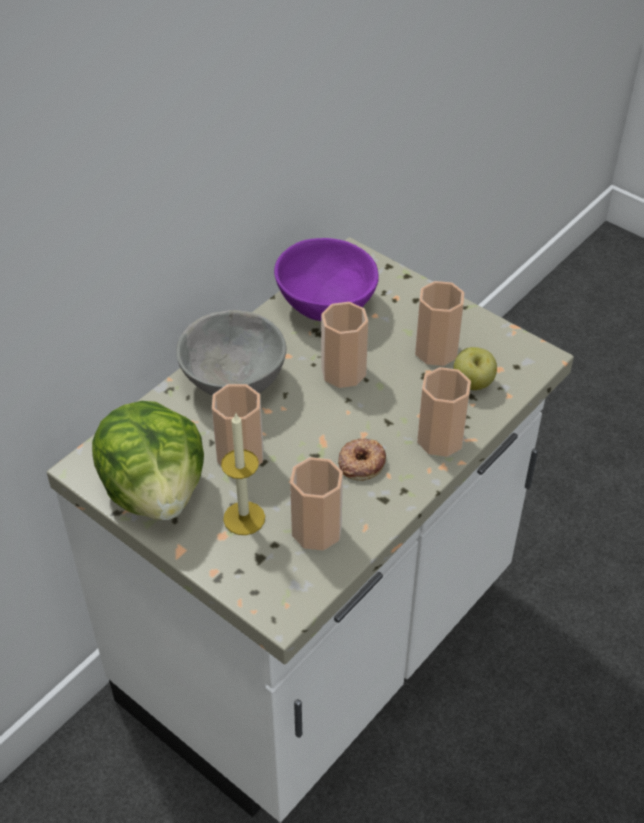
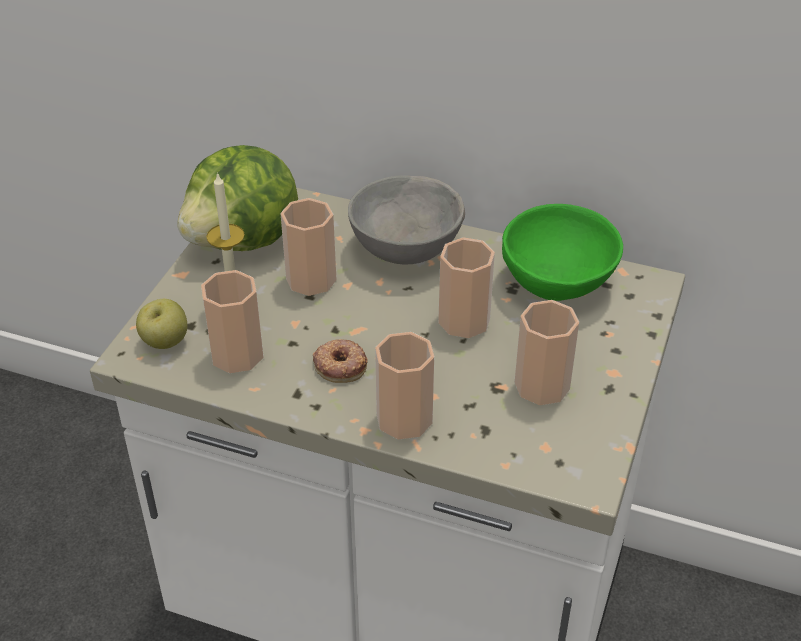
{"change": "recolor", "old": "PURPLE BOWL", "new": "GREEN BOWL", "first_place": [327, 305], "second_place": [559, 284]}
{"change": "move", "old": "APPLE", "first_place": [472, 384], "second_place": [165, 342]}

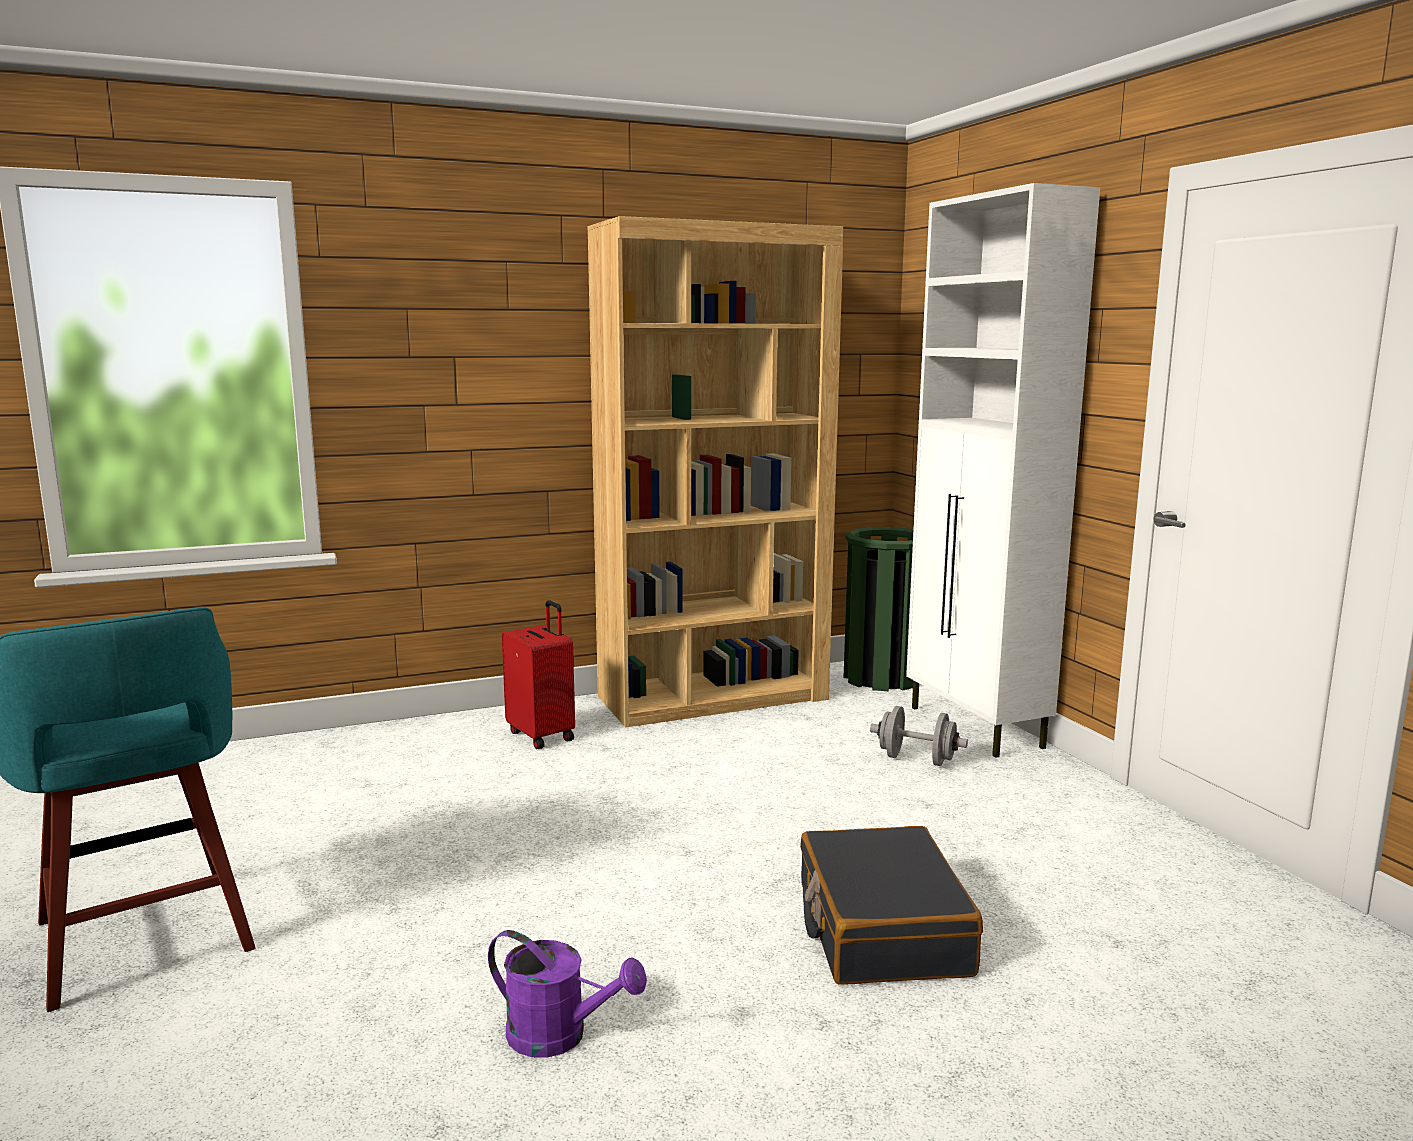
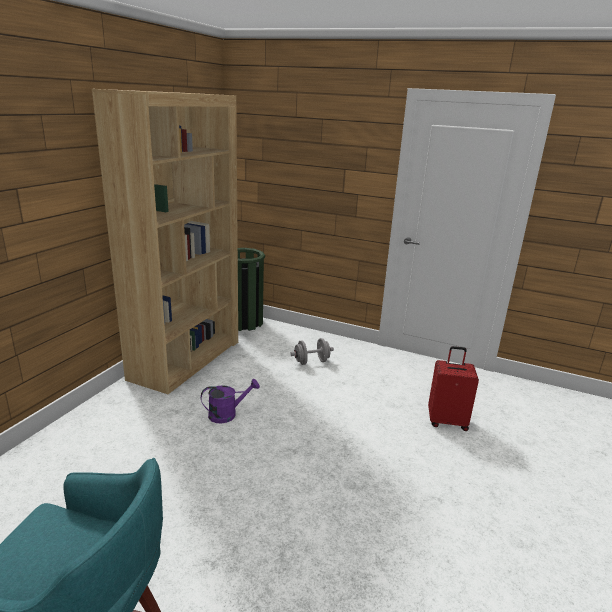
{"change": "delete", "old": "WHITE CABINET", "first_place": [976, 728]}
{"change": "move", "old": "RED SUITCASE", "first_place": [542, 735], "second_place": [447, 421]}
{"change": "delete", "old": "BLACK SUITCASE", "first_place": [881, 929]}
{"change": "move", "old": "PURPLE WATERING CAN", "first_place": [560, 1036], "second_place": [227, 414]}

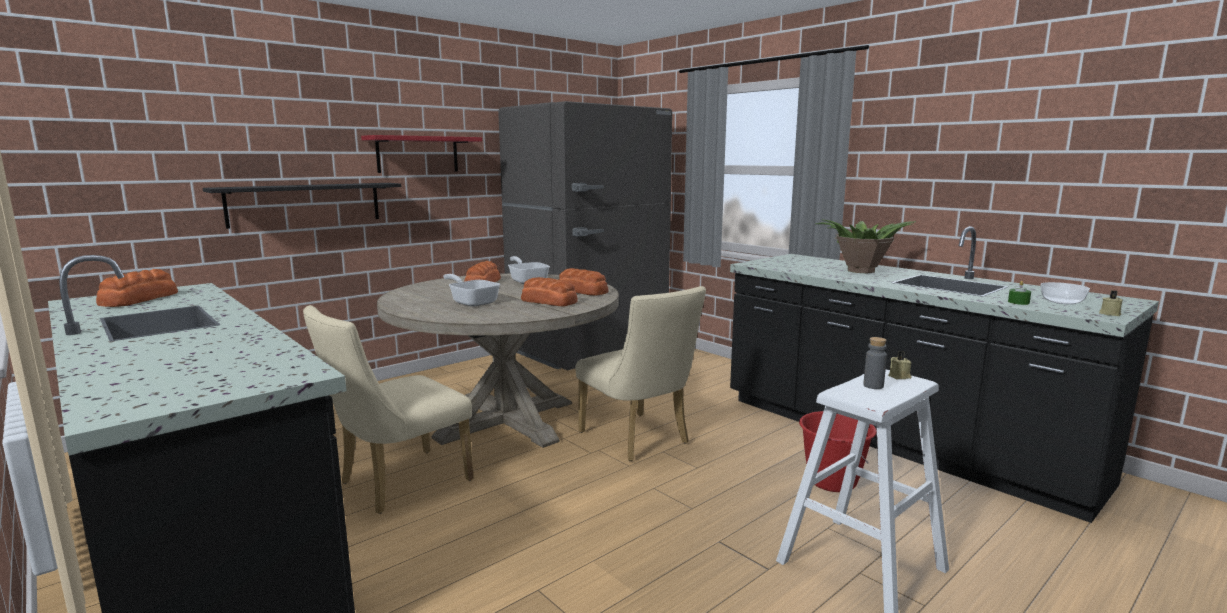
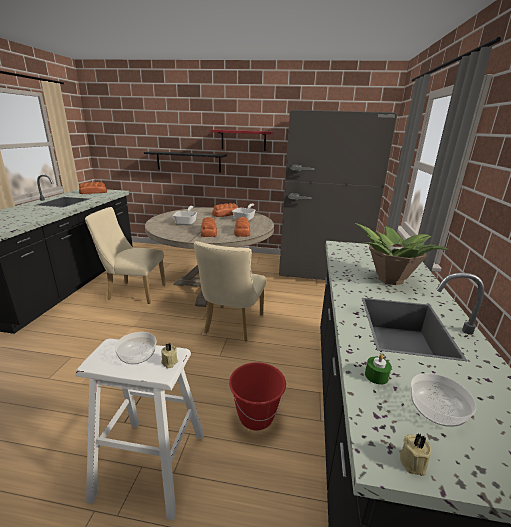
{"change": "replace", "old": "GREY BOTTLE", "new": "BOWL", "first_place": [873, 386], "second_place": [137, 355]}

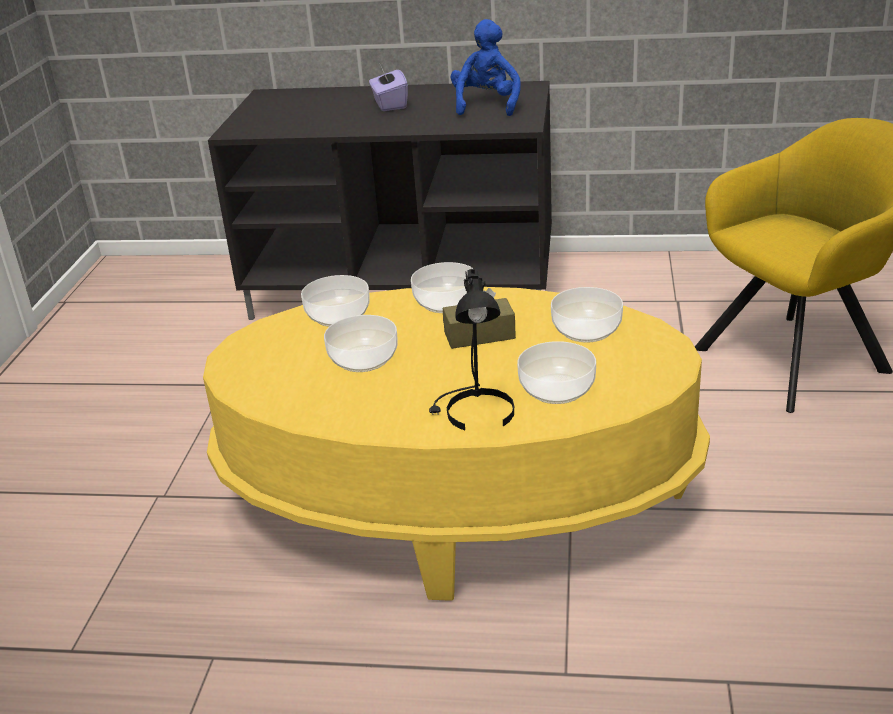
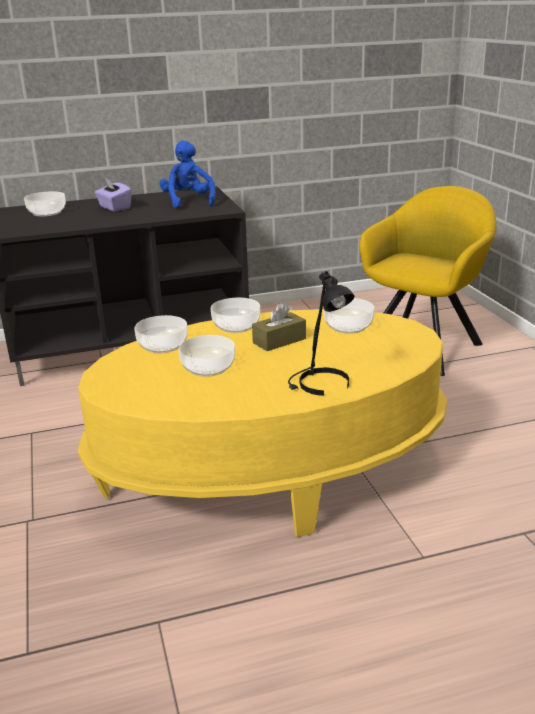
{"change": "move", "old": "BOWL", "first_place": [557, 389], "second_place": [47, 212]}

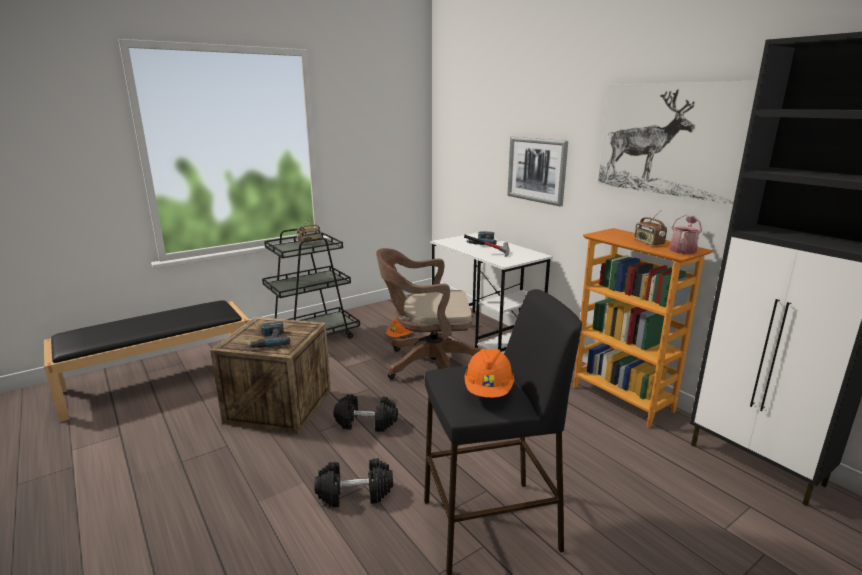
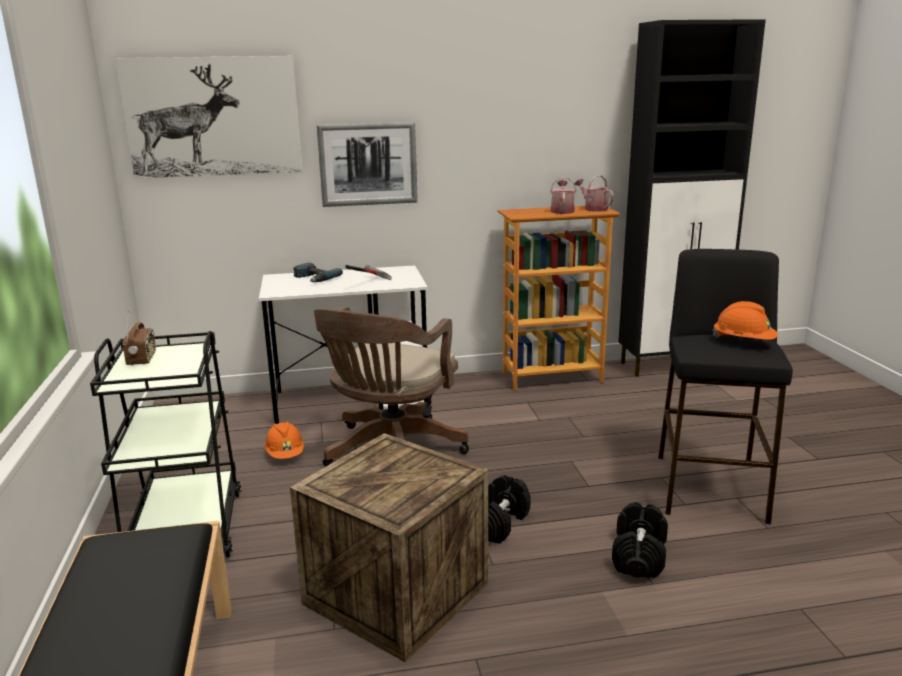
{"change": "move", "old": "PICTURE", "first_place": [671, 139], "second_place": [213, 117]}
{"change": "replace", "old": "RADIO", "new": "WATERING CAN", "first_place": [648, 242], "second_place": [562, 211]}
{"change": "delete", "old": "POWER DRILL", "first_place": [269, 340]}

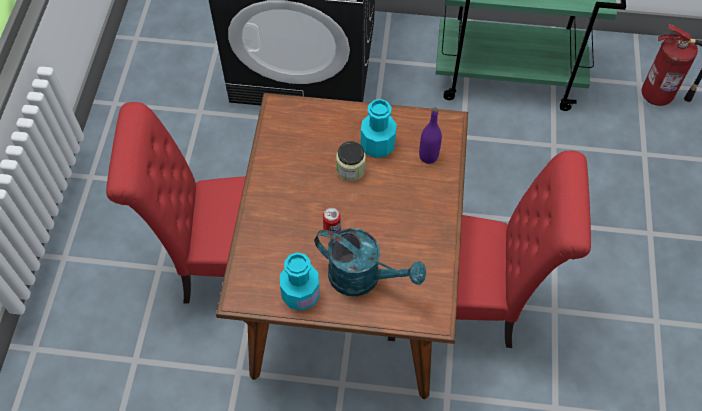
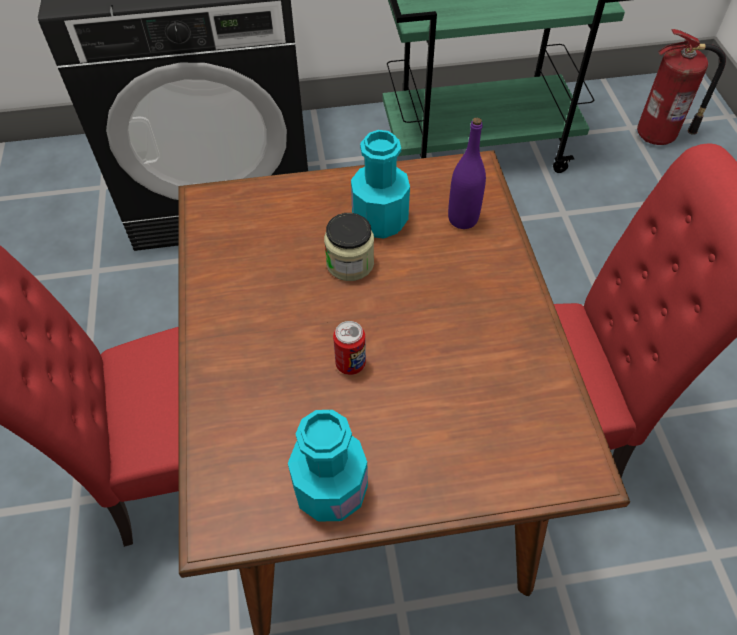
{"change": "delete", "old": "TURQUOISE WATERING CAN", "first_place": [363, 278]}

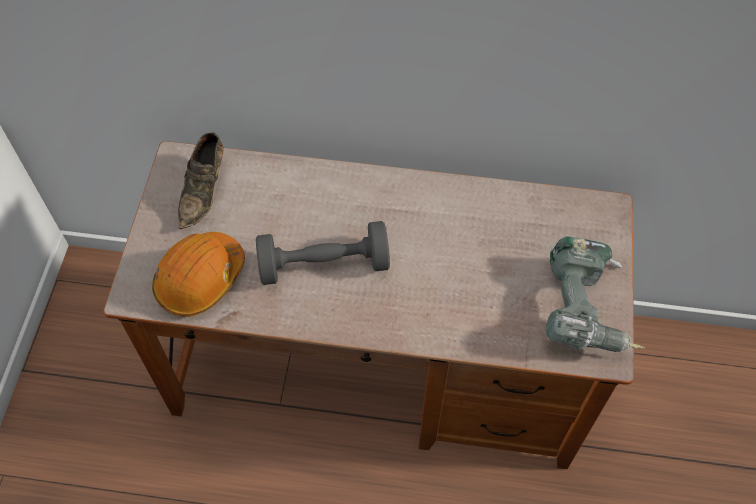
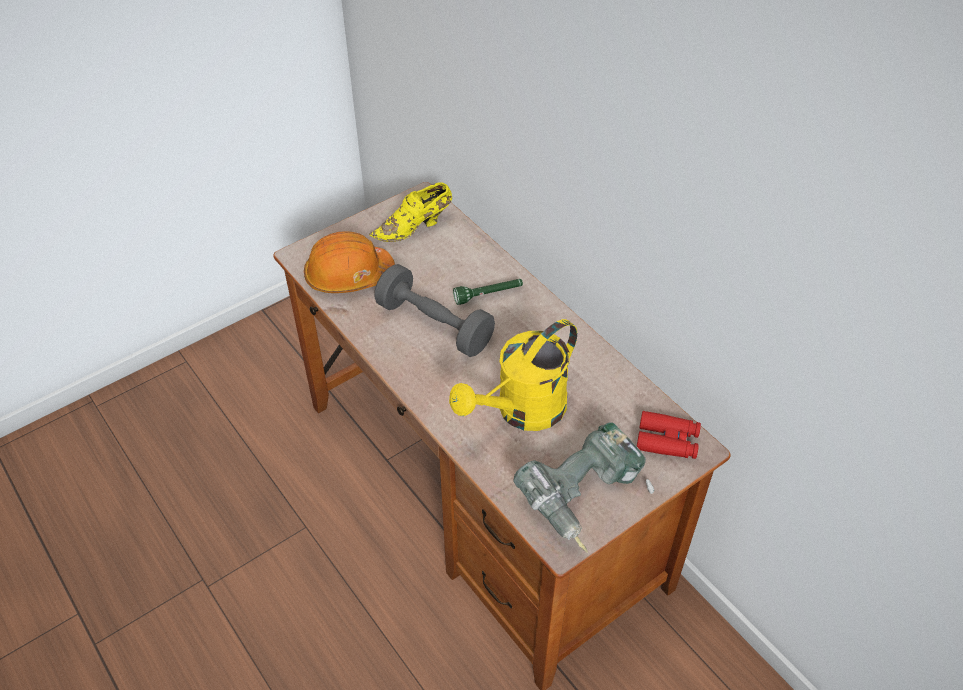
{"change": "recolor", "old": "BROWN SHOE", "new": "YELLOW SHOE", "first_place": [204, 191], "second_place": [415, 228]}
{"change": "insert", "new": "GREEN FLASHLIGHT", "second_place": [488, 295]}
{"change": "insert", "new": "YELLOW WATERING CAN", "second_place": [522, 412]}
{"change": "insert", "new": "RED BINOCULARS", "second_place": [667, 440]}

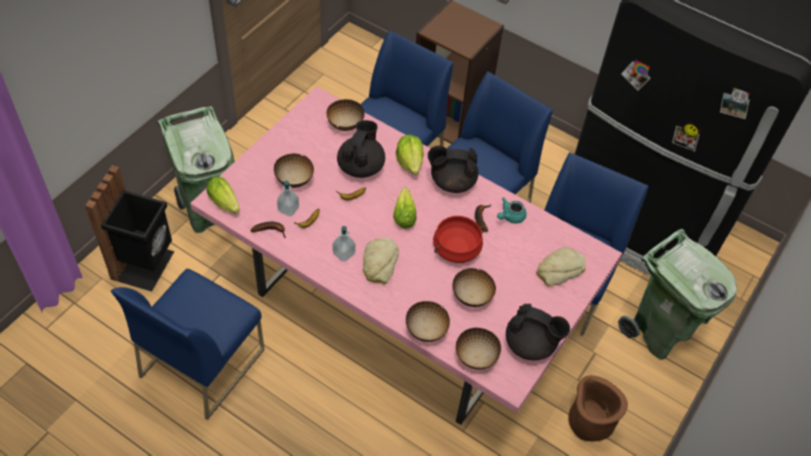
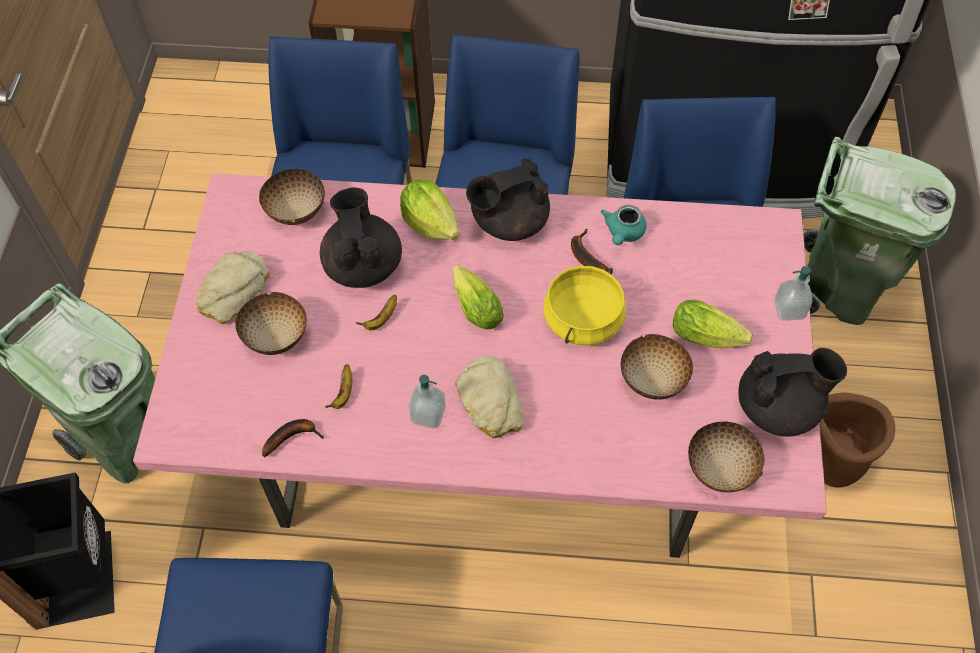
{"change": "move", "old": "LETTUCE", "first_place": [225, 203], "second_place": [710, 337]}
{"change": "move", "old": "SOAP DISPENSER", "first_place": [288, 209], "second_place": [789, 309]}
{"change": "recolor", "old": "RED COOKING POT", "new": "YELLOW COOKING POT", "first_place": [456, 249], "second_place": [583, 320]}
{"change": "move", "old": "BREAD", "first_place": [559, 270], "second_place": [232, 291]}
{"change": "delete", "old": "BOWL", "first_place": [426, 331]}

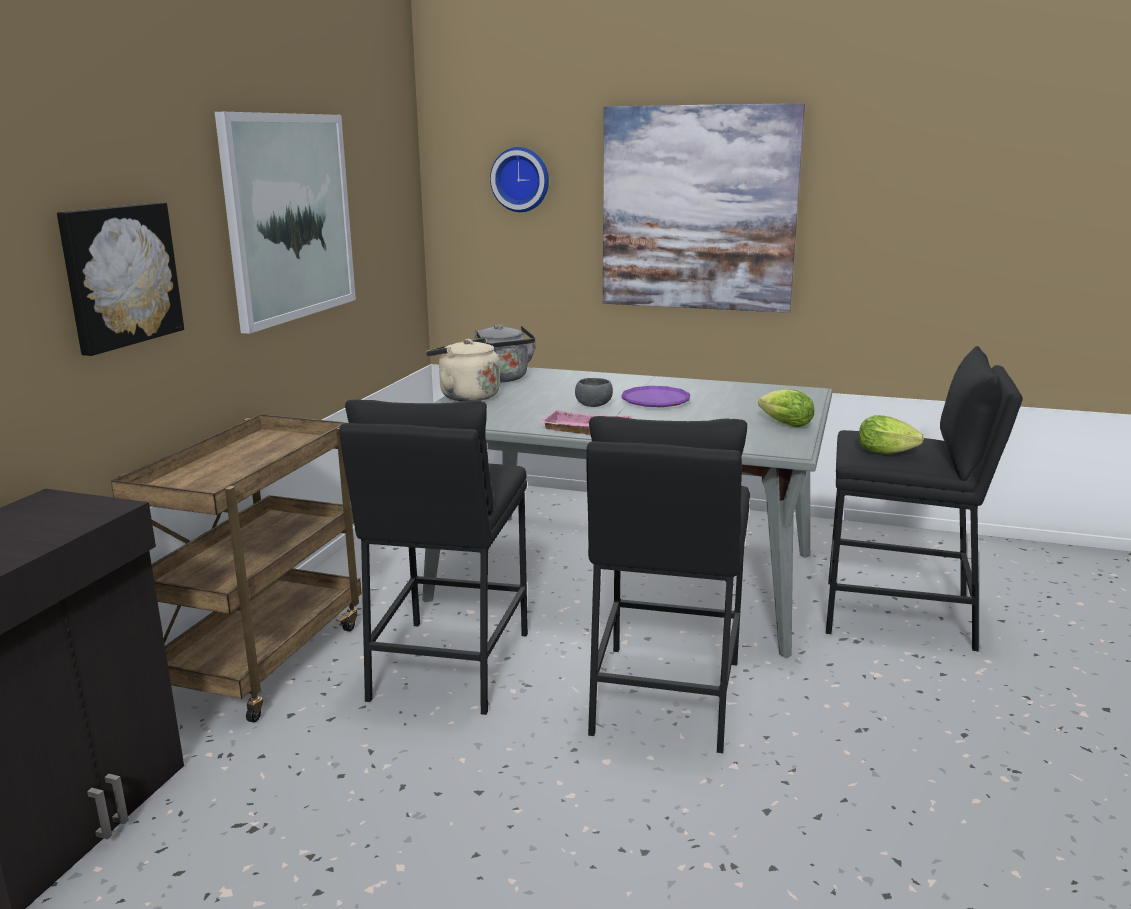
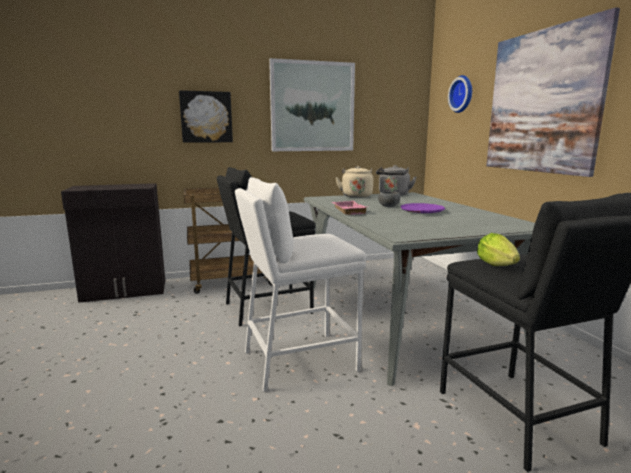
{"change": "delete", "old": "LETTUCE", "first_place": [783, 424]}
{"change": "recolor", "old": "BLACK STOOL", "new": "WHITE STOOL", "first_place": [664, 696], "second_place": [299, 360]}

